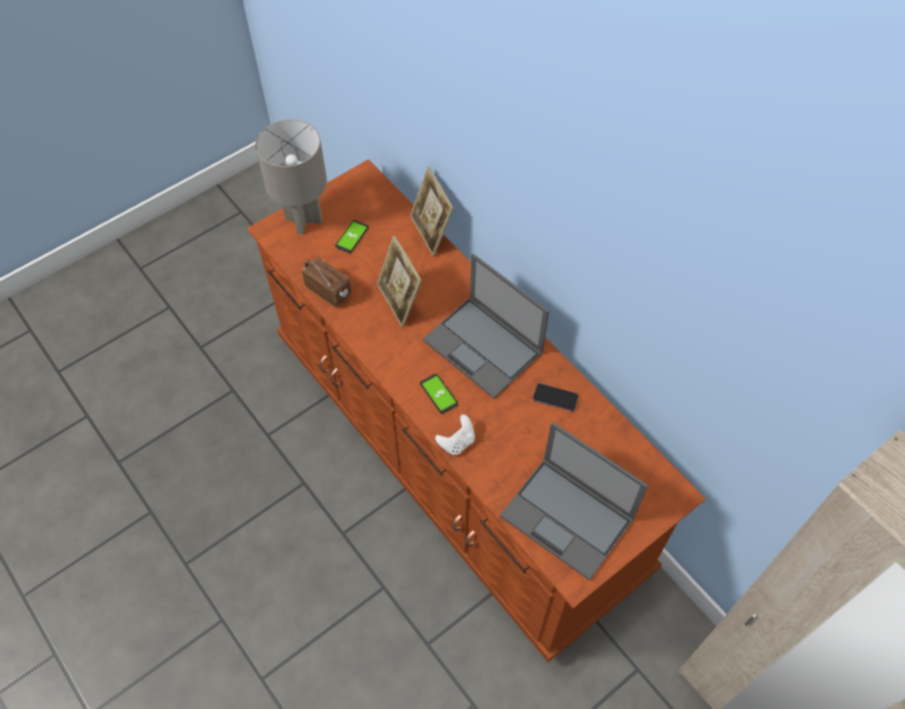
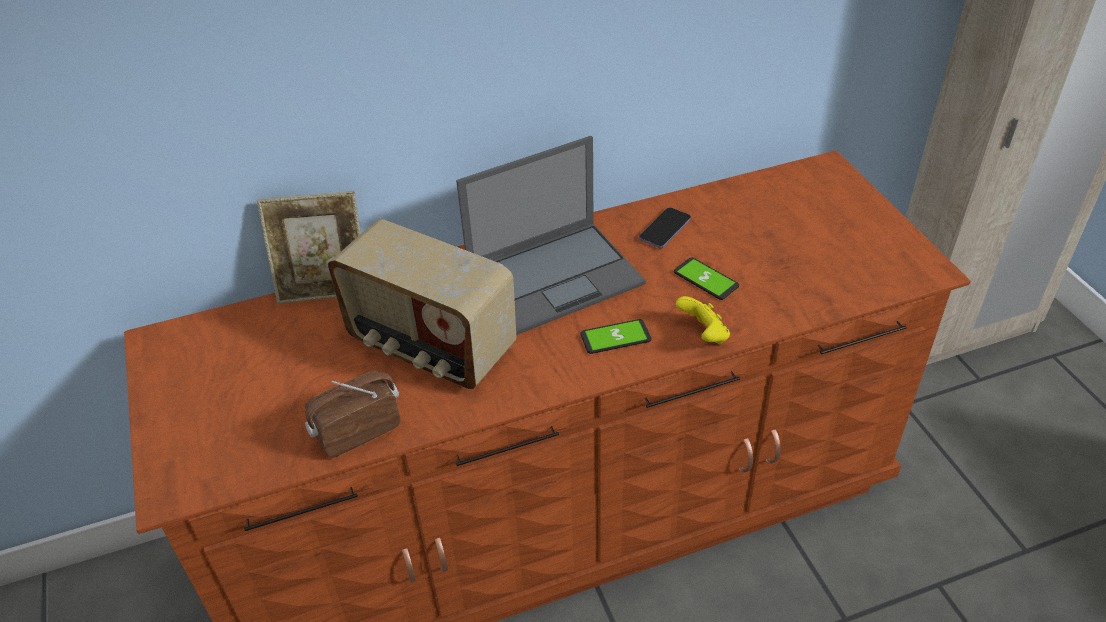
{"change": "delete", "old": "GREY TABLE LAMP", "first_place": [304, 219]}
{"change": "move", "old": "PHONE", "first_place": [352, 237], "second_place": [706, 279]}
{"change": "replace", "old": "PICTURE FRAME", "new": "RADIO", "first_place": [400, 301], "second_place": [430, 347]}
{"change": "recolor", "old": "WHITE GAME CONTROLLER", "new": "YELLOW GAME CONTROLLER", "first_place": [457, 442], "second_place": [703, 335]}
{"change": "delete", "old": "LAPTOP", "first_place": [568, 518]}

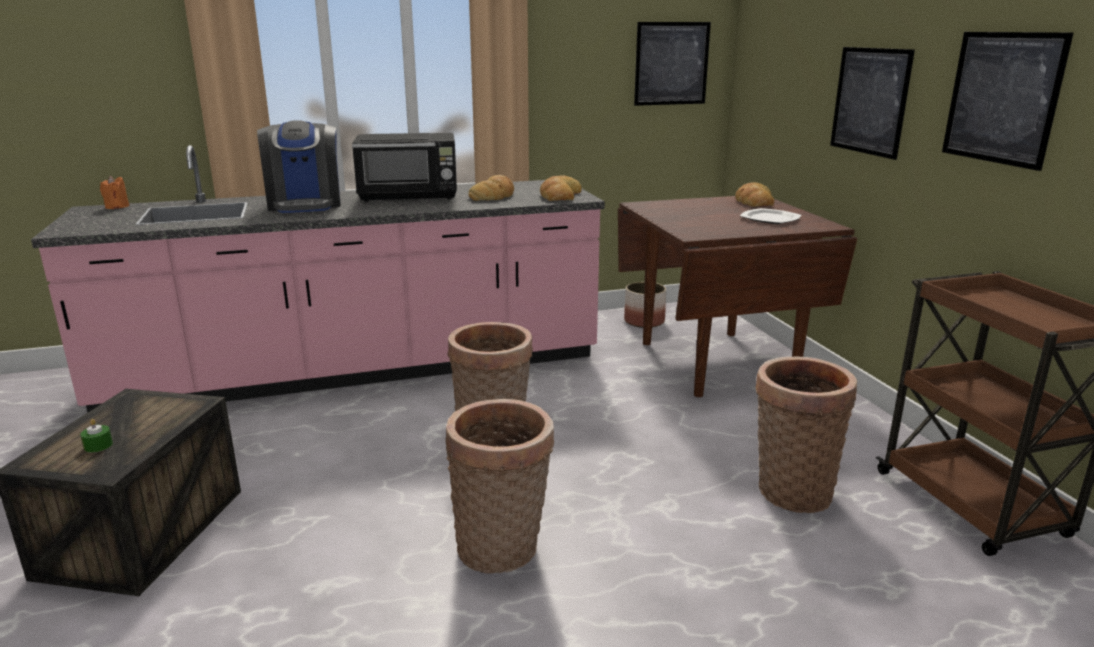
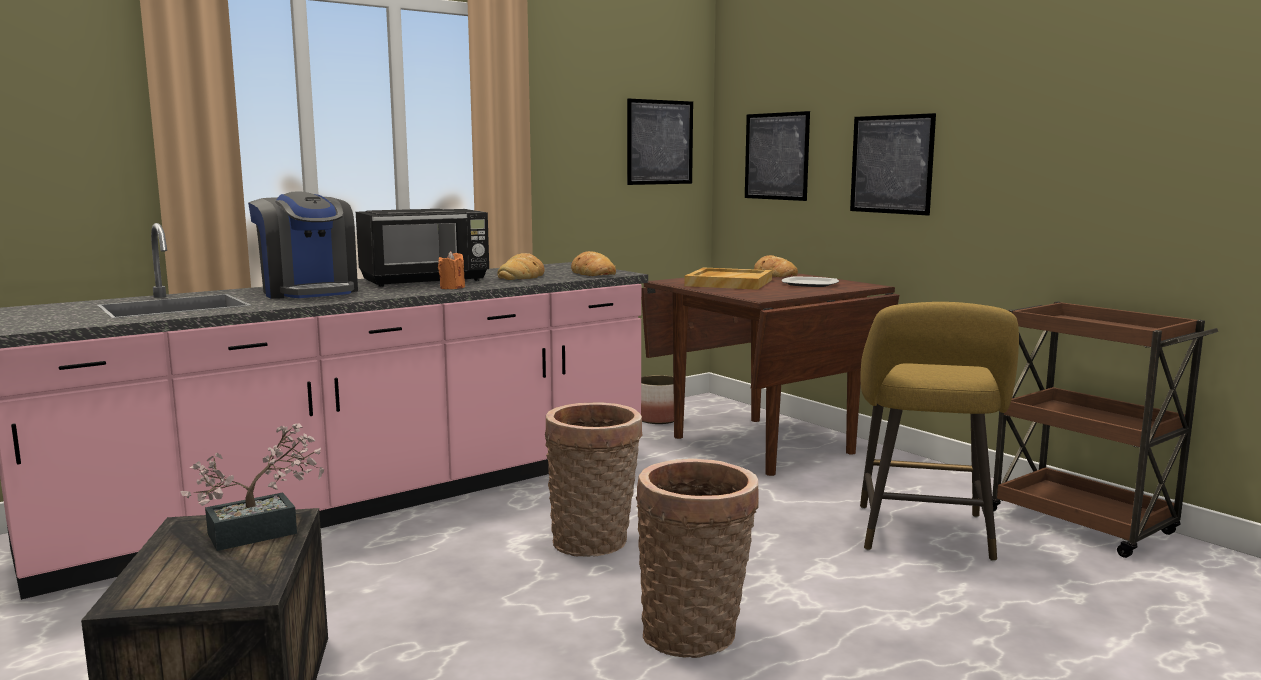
{"change": "move", "old": "PICTURE", "first_place": [1002, 98], "second_place": [776, 156]}
{"change": "move", "old": "ORANGE CANDLE", "first_place": [117, 207], "second_place": [452, 288]}
{"change": "replace", "old": "BASKET", "new": "YELLOW STOOL", "first_place": [791, 489], "second_place": [924, 536]}
{"change": "delete", "old": "GREEN CANDLE", "first_place": [98, 445]}
{"change": "insert", "new": "BEIGE TRAY", "second_place": [728, 283]}
{"change": "insert", "new": "POTTED PLANT", "second_place": [263, 531]}

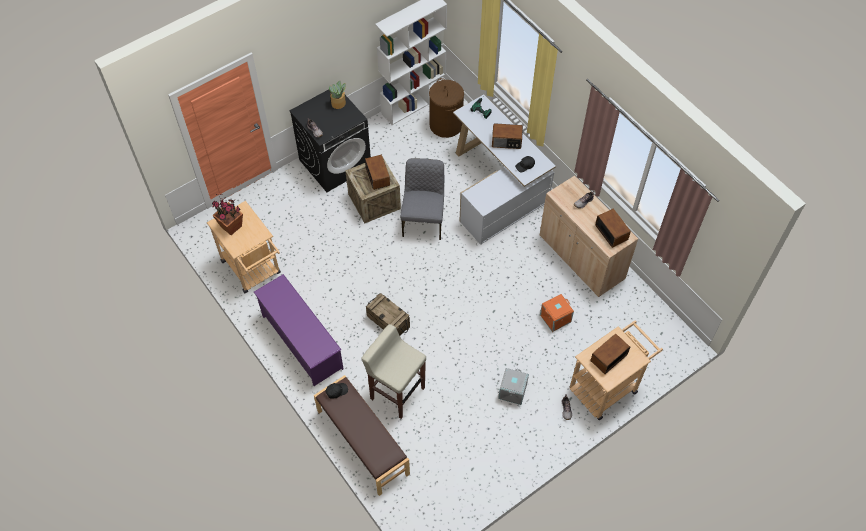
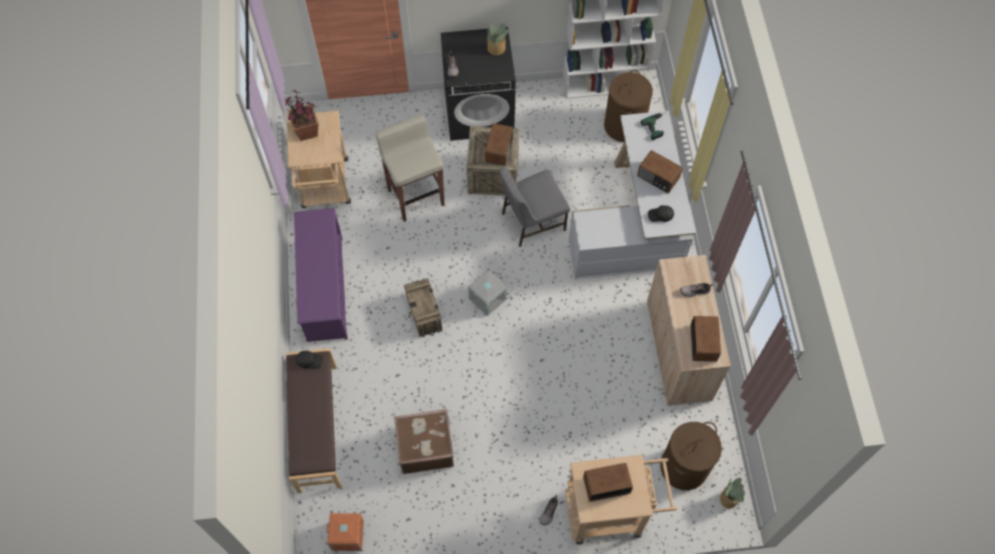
{"change": "rotate", "old": "GREY CHAIR", "first_place": [424, 220], "second_place": [532, 221], "degrees": -150}
{"change": "move", "old": "ORANGE STORAGE BOX", "first_place": [555, 319], "second_place": [347, 536]}
{"change": "move", "old": "BEIGE STOOL", "first_place": [397, 392], "second_place": [415, 196]}
{"change": "move", "old": "GREY STORAGE BOX", "first_place": [512, 391], "second_place": [487, 298]}
{"change": "insert", "new": "BROWN SUITCASE", "second_place": [425, 446]}
{"change": "insert", "new": "BROWN LAUNDRY BASKET", "second_place": [684, 467]}
{"change": "insert", "new": "POTTED PLANT", "second_place": [729, 498]}

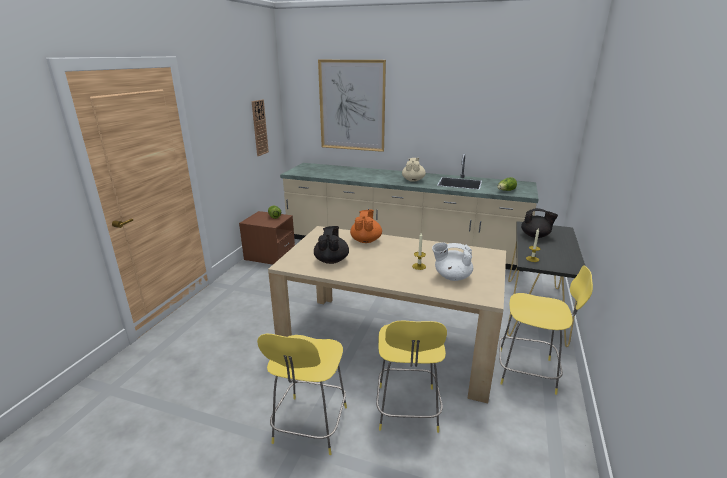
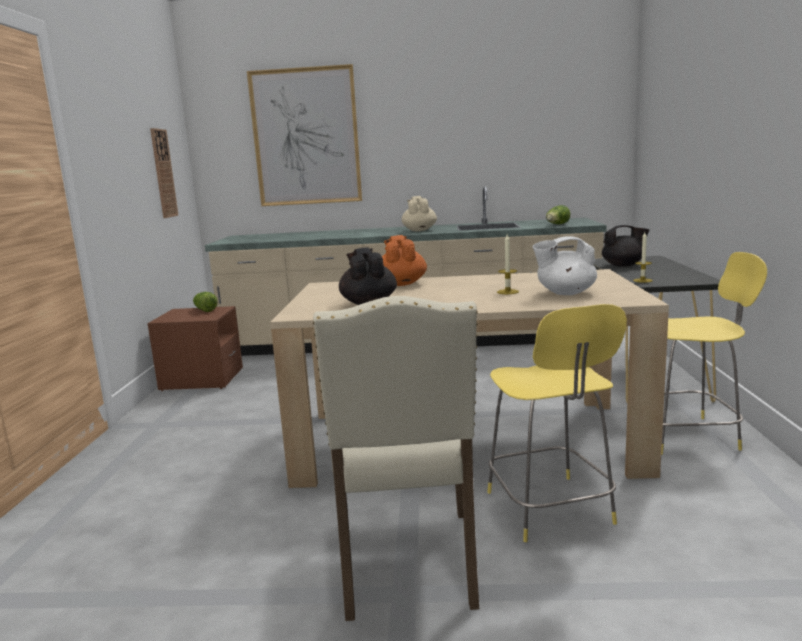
{"change": "replace", "old": "YELLOW STOOL", "new": "BEIGE CHAIR", "first_place": [309, 427], "second_place": [407, 564]}

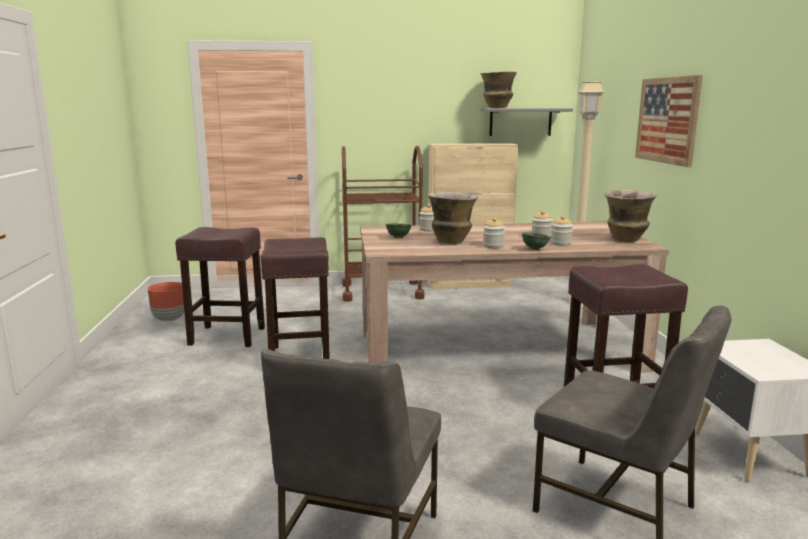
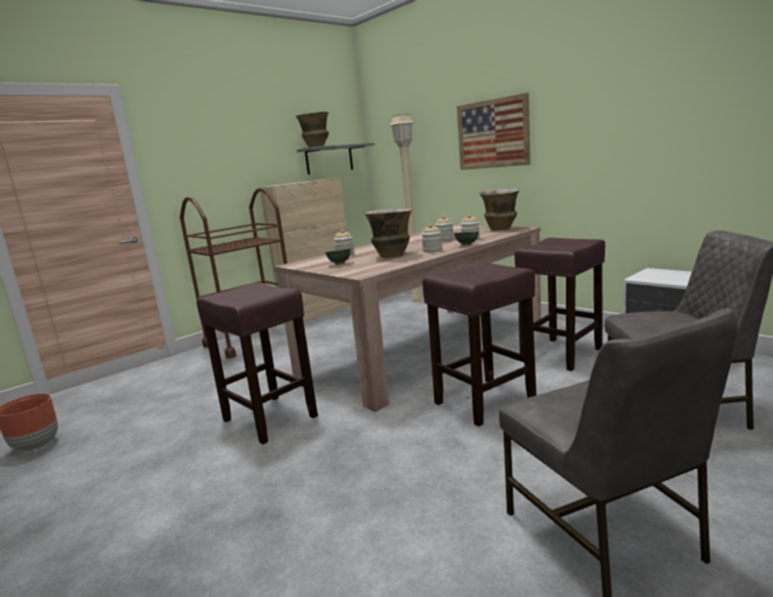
{"change": "move", "old": "BROWN STOOL", "first_place": [226, 336], "second_place": [483, 402]}

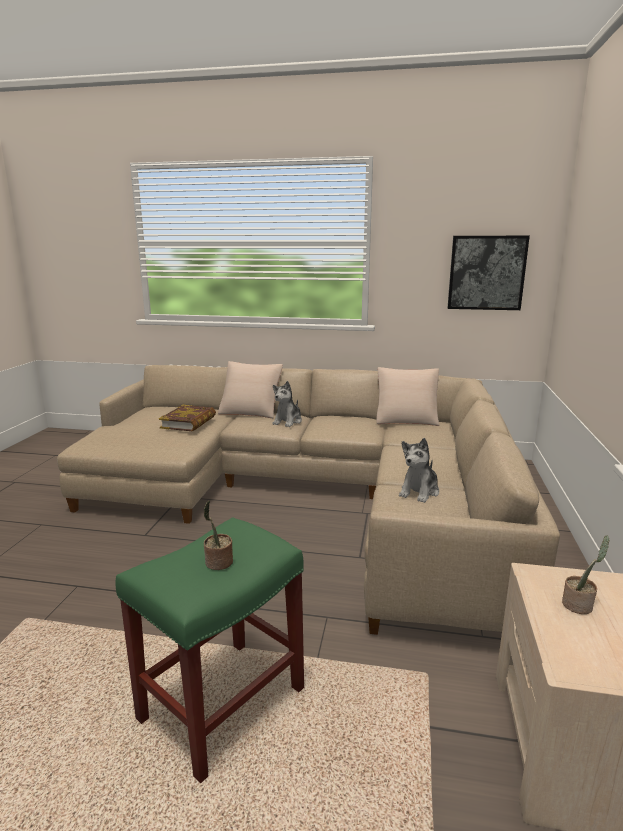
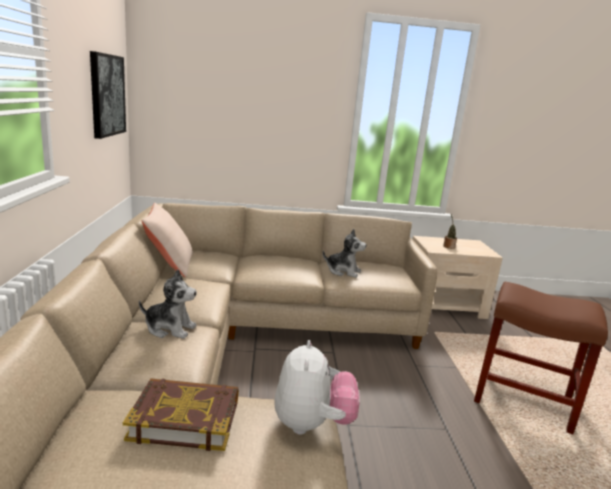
{"change": "delete", "old": "BEIGE PILLOW", "first_place": [251, 411]}
{"change": "delete", "old": "POTTED PLANT", "first_place": [218, 563]}
{"change": "recolor", "old": "GREEN STOOL", "new": "BROWN STOOL", "first_place": [221, 705], "second_place": [524, 400]}
{"change": "insert", "new": "PLUSH TOY", "second_place": [312, 424]}

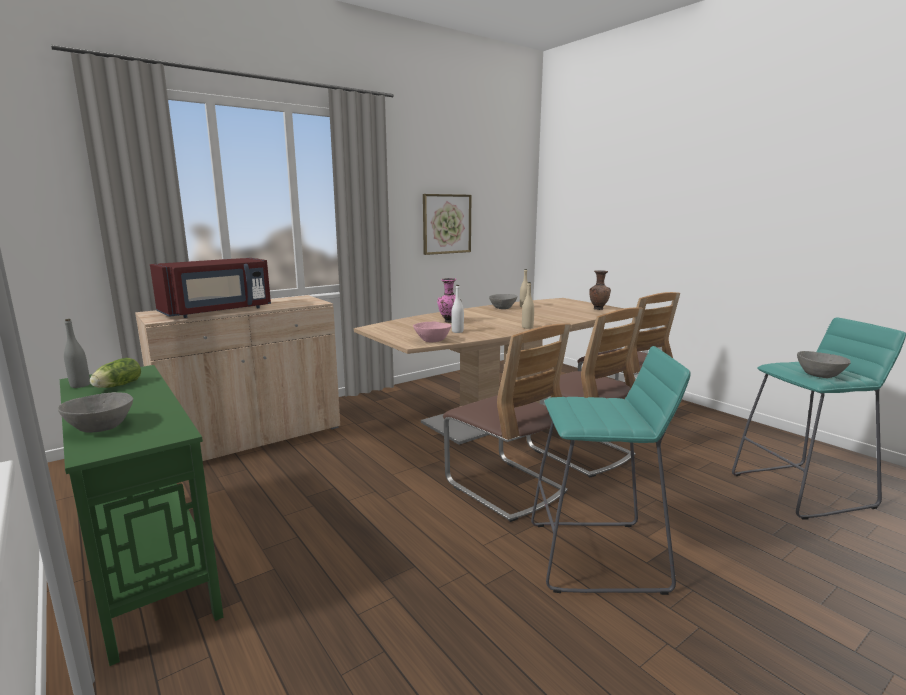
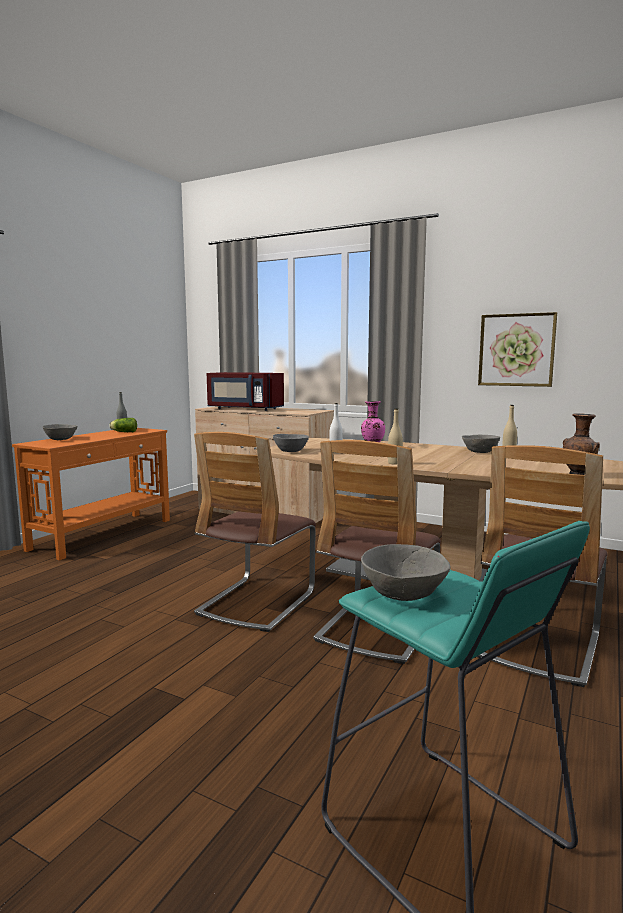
{"change": "recolor", "old": "PINK BOWL", "new": "GREY BOWL", "first_place": [432, 340], "second_place": [291, 451]}
{"change": "delete", "old": "TURQUOISE STOOL", "first_place": [597, 556]}
{"change": "recolor", "old": "GREEN CONSOLE TABLE", "new": "ORANGE CONSOLE TABLE", "first_place": [149, 563], "second_place": [104, 534]}

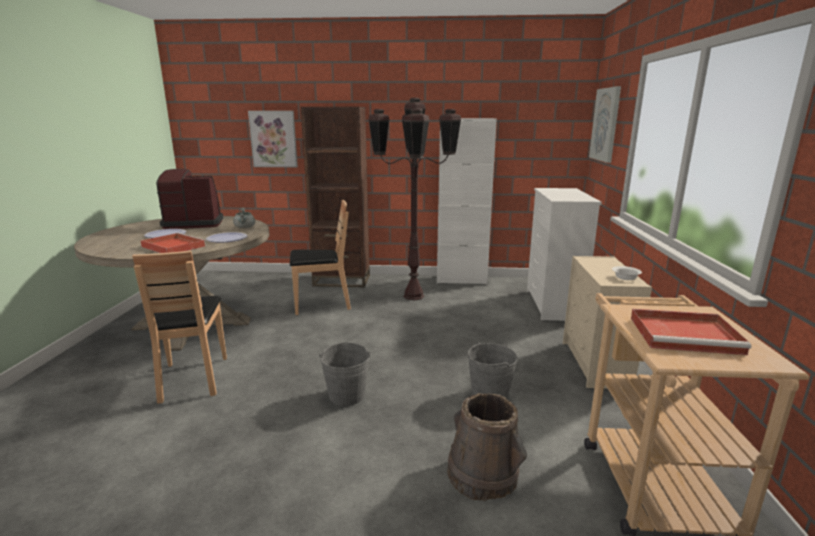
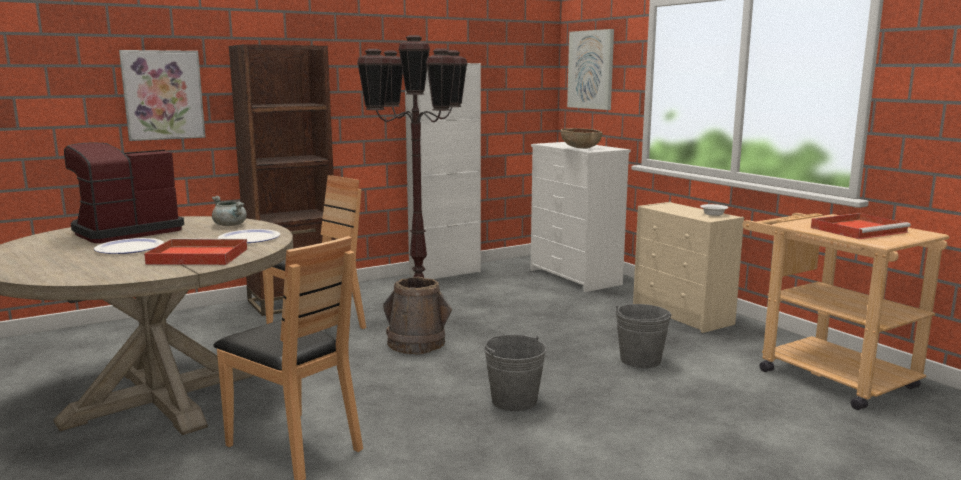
{"change": "move", "old": "BROWN BUCKET", "first_place": [483, 474], "second_place": [416, 344]}
{"change": "insert", "new": "BROWN BOWL", "second_place": [580, 148]}

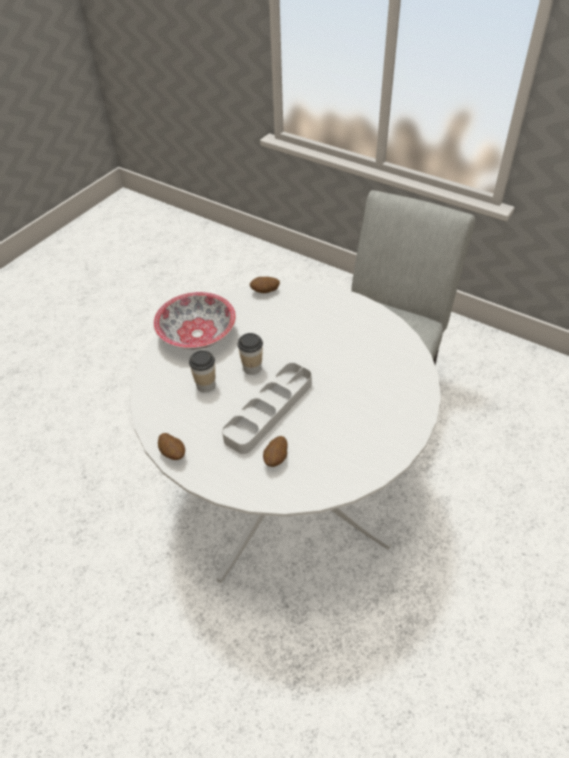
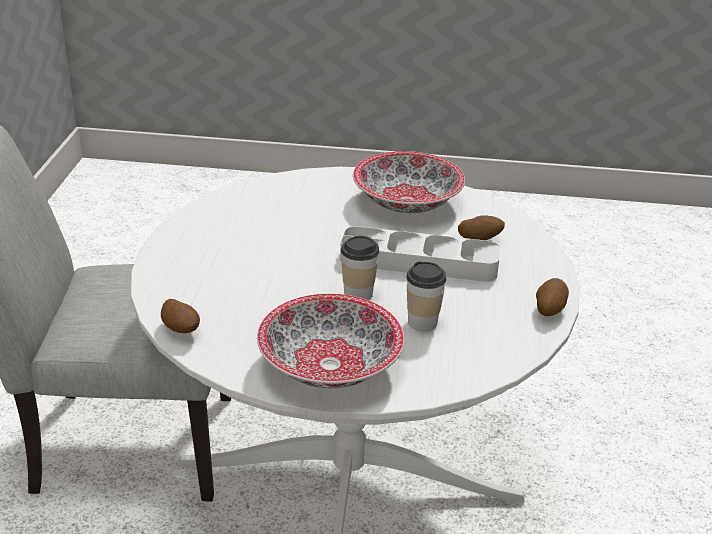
{"change": "insert", "new": "BOWL", "second_place": [407, 203]}

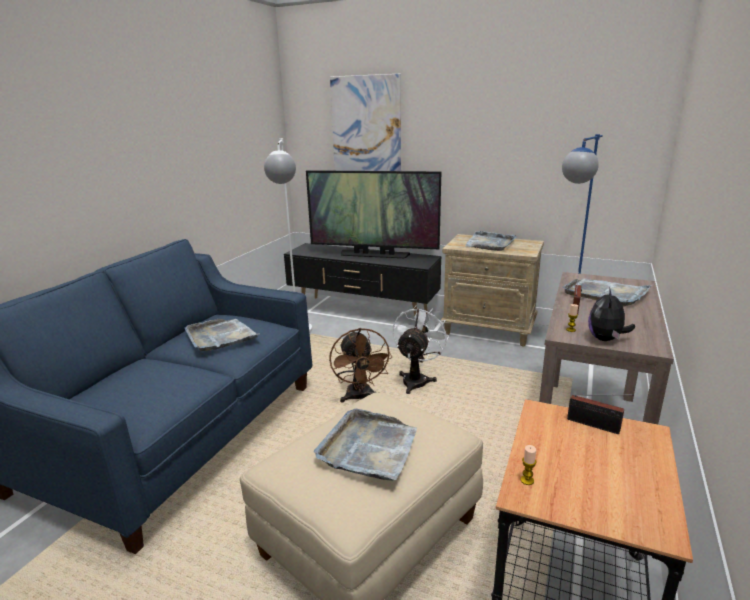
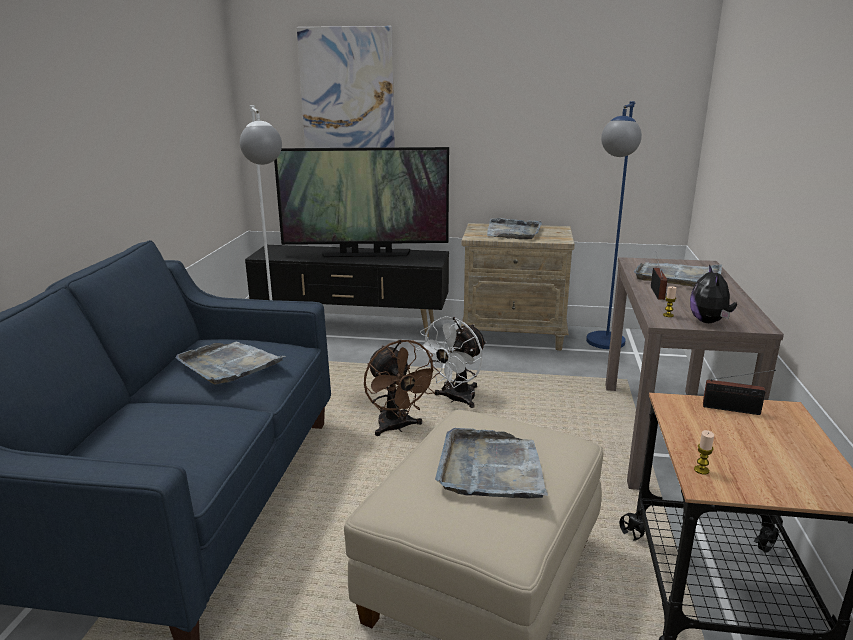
{"change": "rotate", "old": "WHITE FAN", "first_place": [416, 379], "second_place": [456, 400], "degrees": -150}

